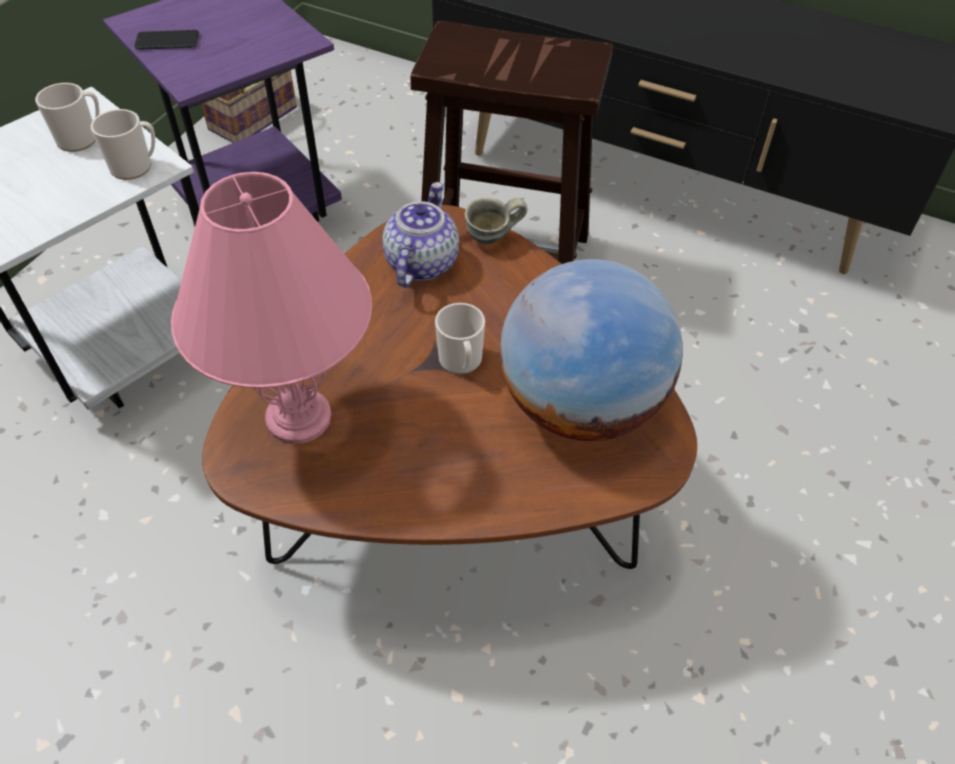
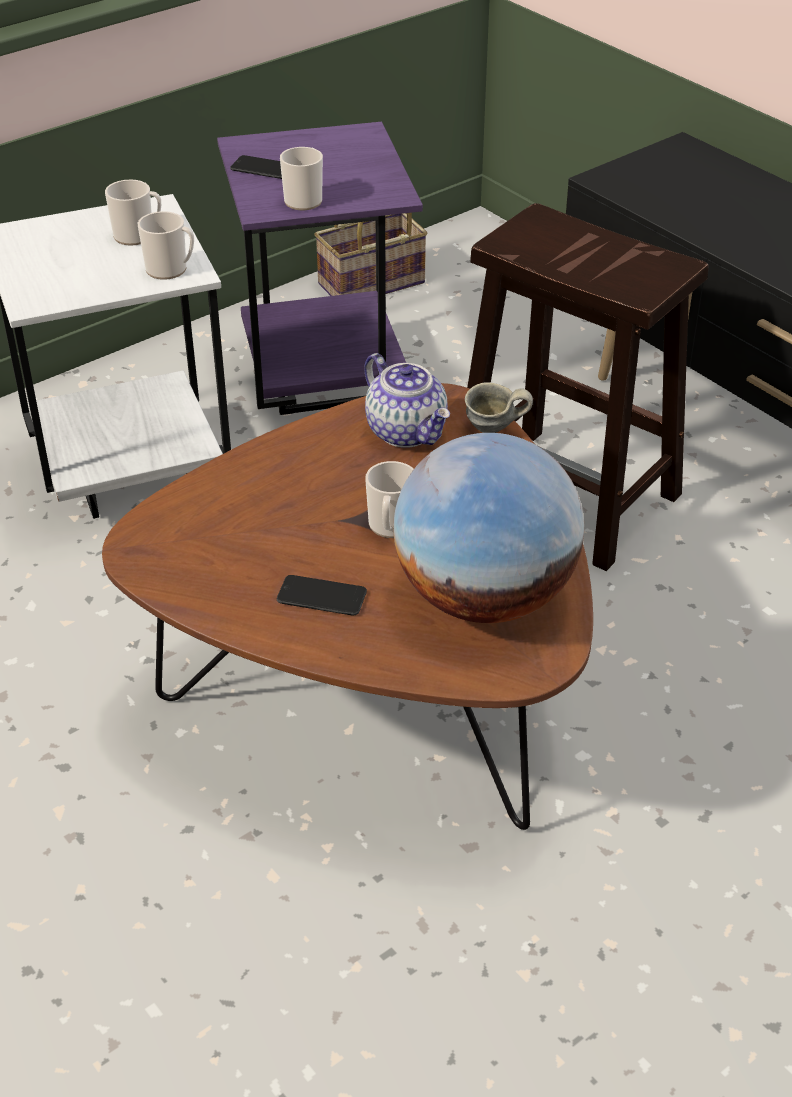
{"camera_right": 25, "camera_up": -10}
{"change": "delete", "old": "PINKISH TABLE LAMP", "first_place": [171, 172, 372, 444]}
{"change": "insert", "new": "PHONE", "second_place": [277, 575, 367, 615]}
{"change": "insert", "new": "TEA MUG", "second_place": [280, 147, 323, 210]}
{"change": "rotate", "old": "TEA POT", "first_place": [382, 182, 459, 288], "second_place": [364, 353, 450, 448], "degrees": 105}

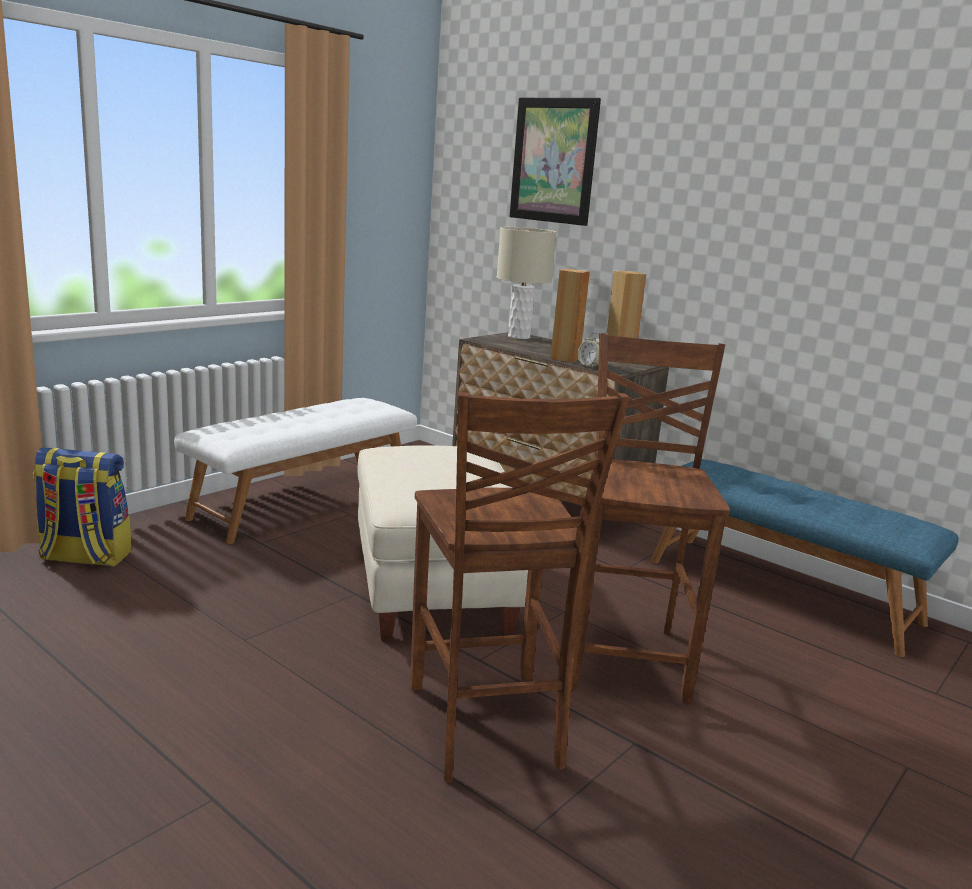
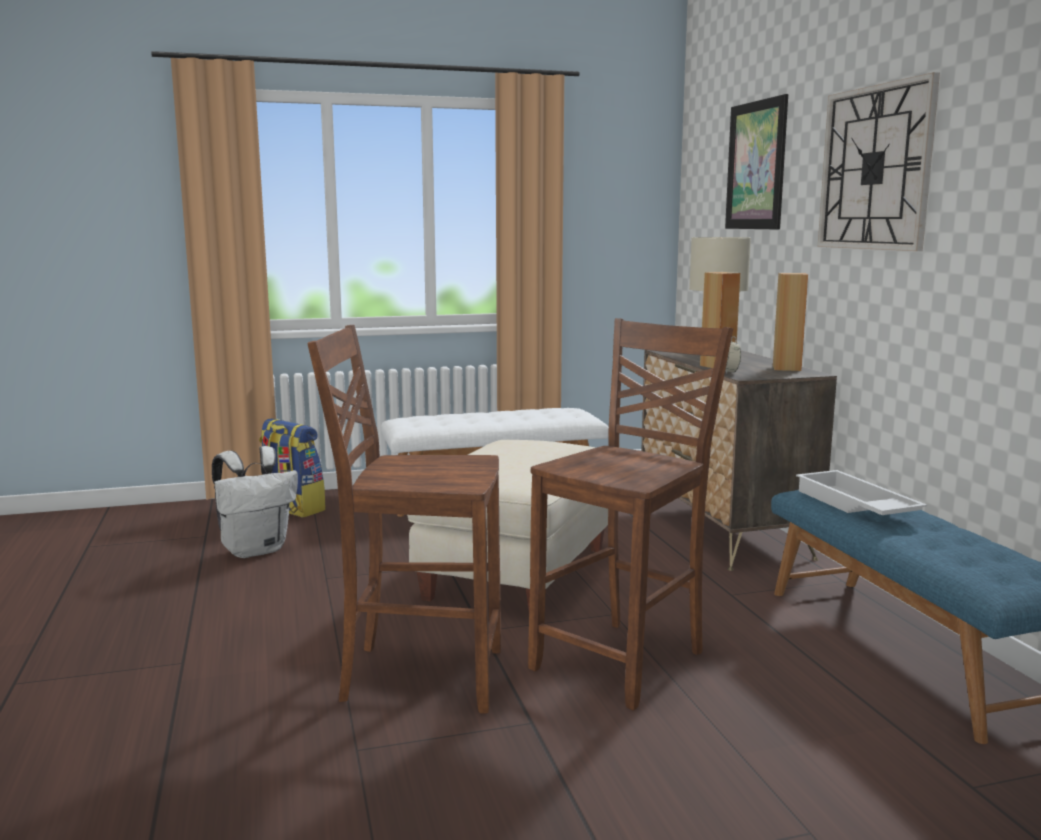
{"camera_right": 35, "camera_up": -5}
{"change": "insert", "new": "WHITISH KNAPSACK", "second_place": [212, 446, 298, 558]}
{"change": "insert", "new": "WHITISH TRAY", "second_place": [796, 470, 927, 515]}
{"change": "insert", "new": "WALL CLOCK", "second_place": [818, 72, 940, 251]}
{"change": "rotate", "old": "BROWN PLAIN CHAIR", "first_place": [410, 392, 630, 782], "second_place": [307, 325, 501, 713], "degrees": 75}

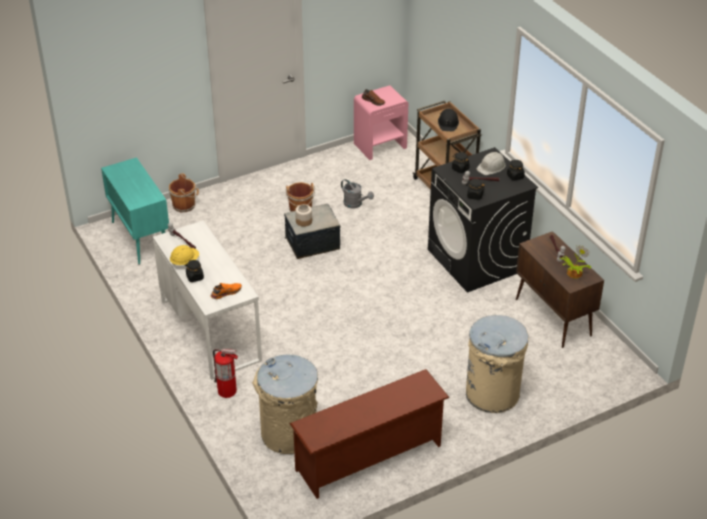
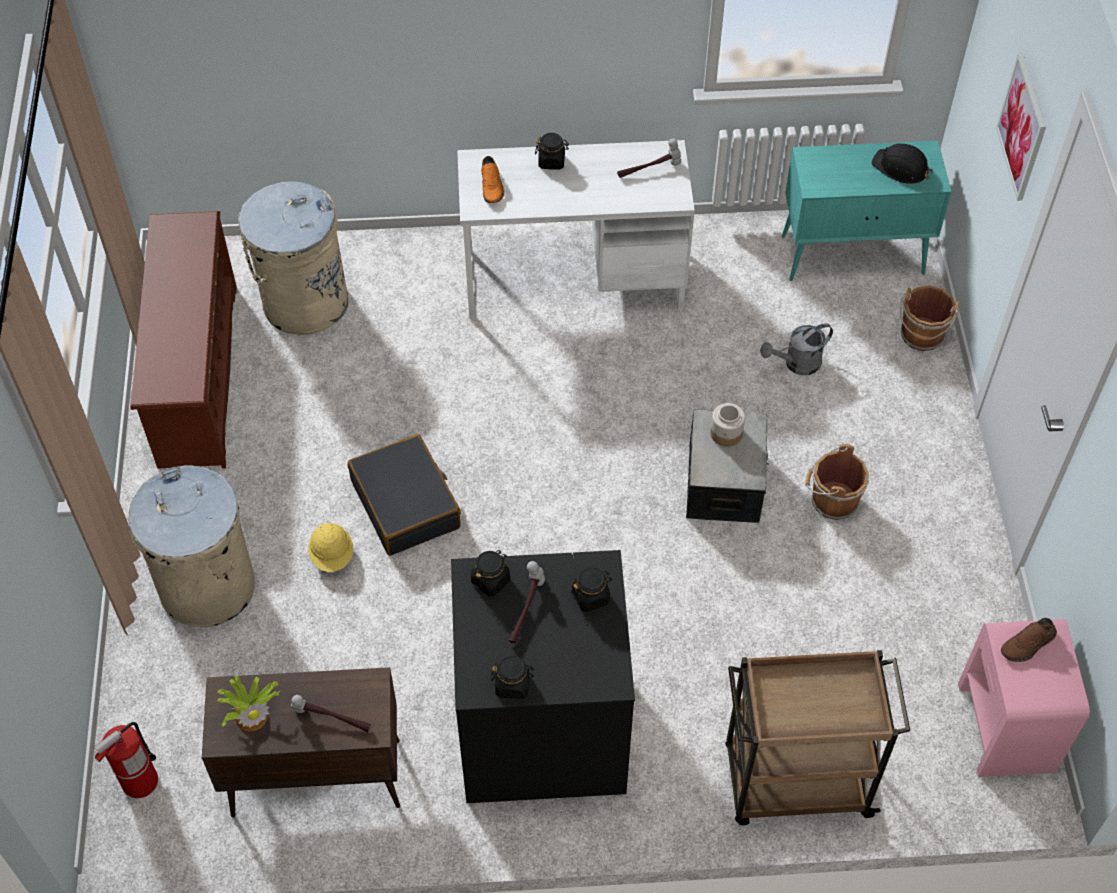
{"camera_right": 115, "camera_up": 15}
{"change": "delete", "old": "WHITISH WORK HELMET", "first_place": [477, 152, 505, 175]}
{"change": "insert", "new": "BLACK SUITCASE", "second_place": [347, 434, 461, 556]}
{"change": "insert", "new": "WALL ART", "second_place": [996, 53, 1046, 201]}
{"change": "move", "old": "YELLOWISH WORK HELMET", "first_place": [170, 245, 199, 267], "second_place": [308, 523, 353, 572]}
{"change": "move", "old": "FIRE EXTINGUISHER", "first_place": [213, 349, 238, 398], "second_place": [93, 722, 158, 798]}
{"change": "move", "old": "GREY SPRINKLING CAN", "first_place": [341, 179, 374, 208], "second_place": [760, 323, 833, 375]}
{"change": "move", "old": "BLACK WORK HELMET", "first_place": [438, 109, 459, 131], "second_place": [871, 144, 933, 184]}

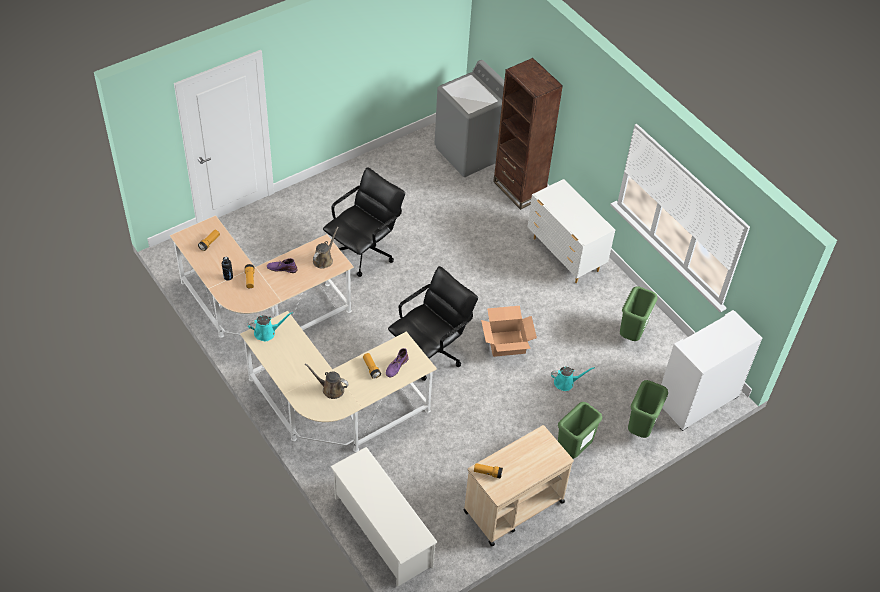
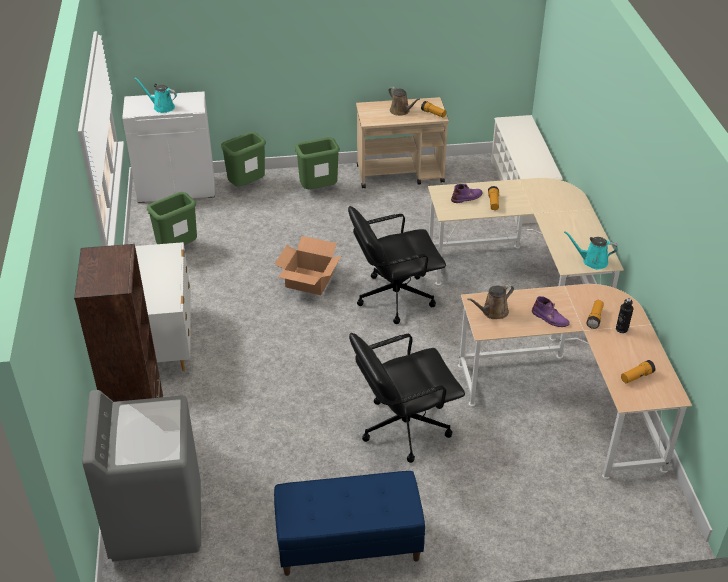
{"camera_right": -150, "camera_up": -10}
{"change": "insert", "new": "BLUE LONG SEAT", "second_place": [274, 471, 425, 576]}
{"change": "move", "old": "BROWN SPRINKLING CAN", "first_place": [305, 363, 349, 399], "second_place": [388, 87, 420, 116]}
{"change": "move", "old": "BLUE-GREEN SPRINKLING CAN", "first_place": [551, 367, 595, 391], "second_place": [134, 78, 177, 113]}

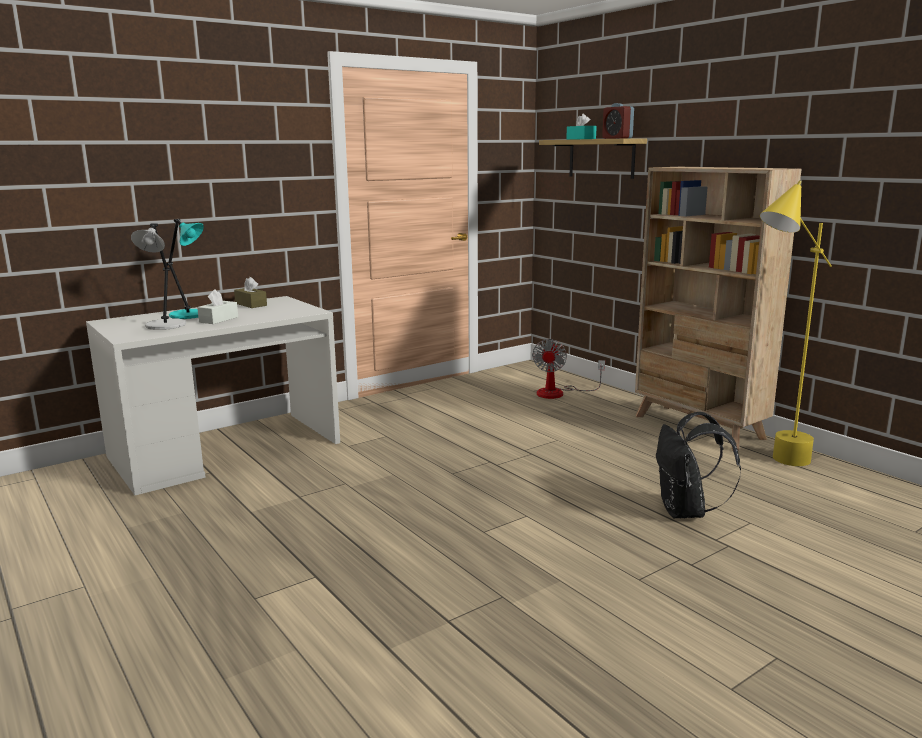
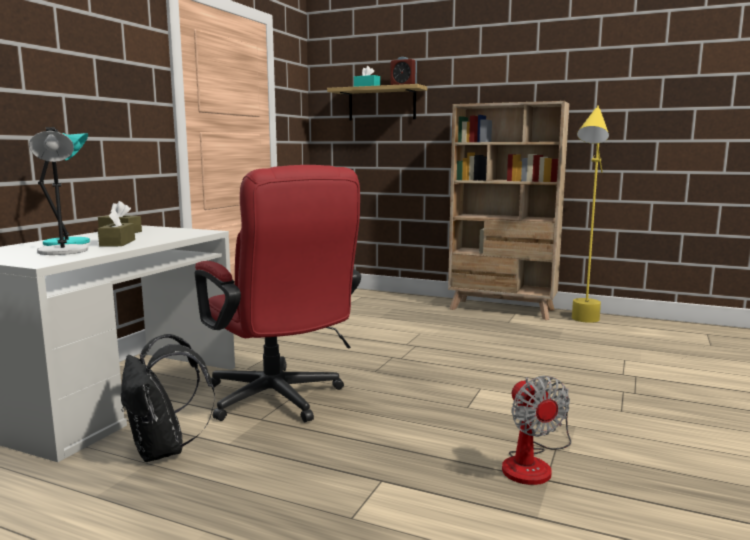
{"camera_right": -30, "camera_up": -5}
{"change": "insert", "new": "REDDISH DESK CHAIR", "second_place": [195, 165, 361, 422]}
{"change": "move", "old": "FAN", "first_place": [532, 339, 605, 399], "second_place": [502, 376, 571, 485]}
{"change": "move", "old": "BLACK KNAPSACK", "first_place": [656, 412, 741, 518], "second_place": [121, 334, 215, 462]}
{"change": "recolor", "old": "WHITISH TISSUE BOX", "new": "BROWN TISSUE BOX", "first_place": [197, 289, 238, 324], "second_place": [98, 208, 135, 247]}

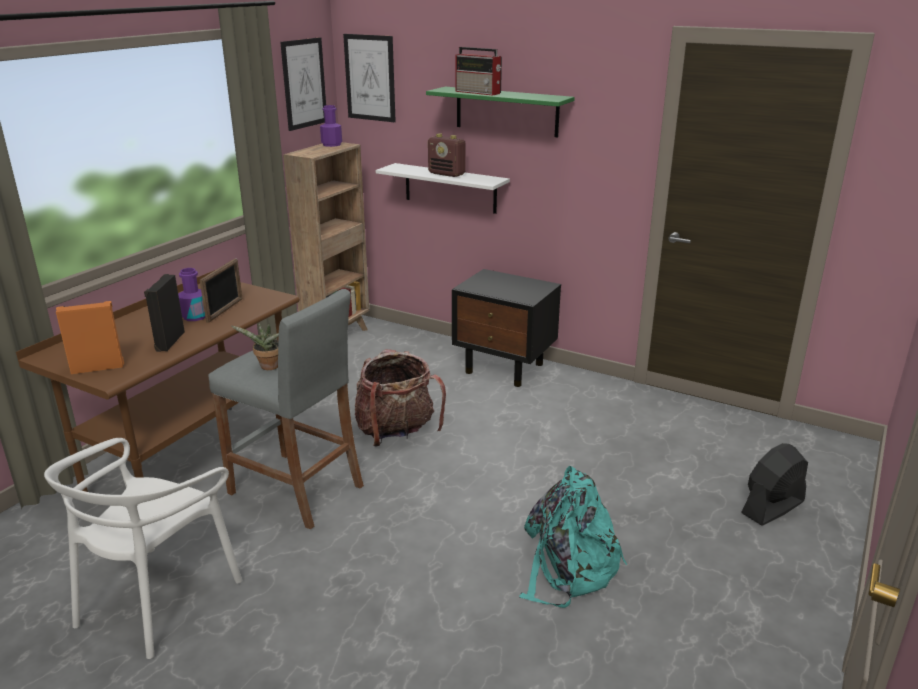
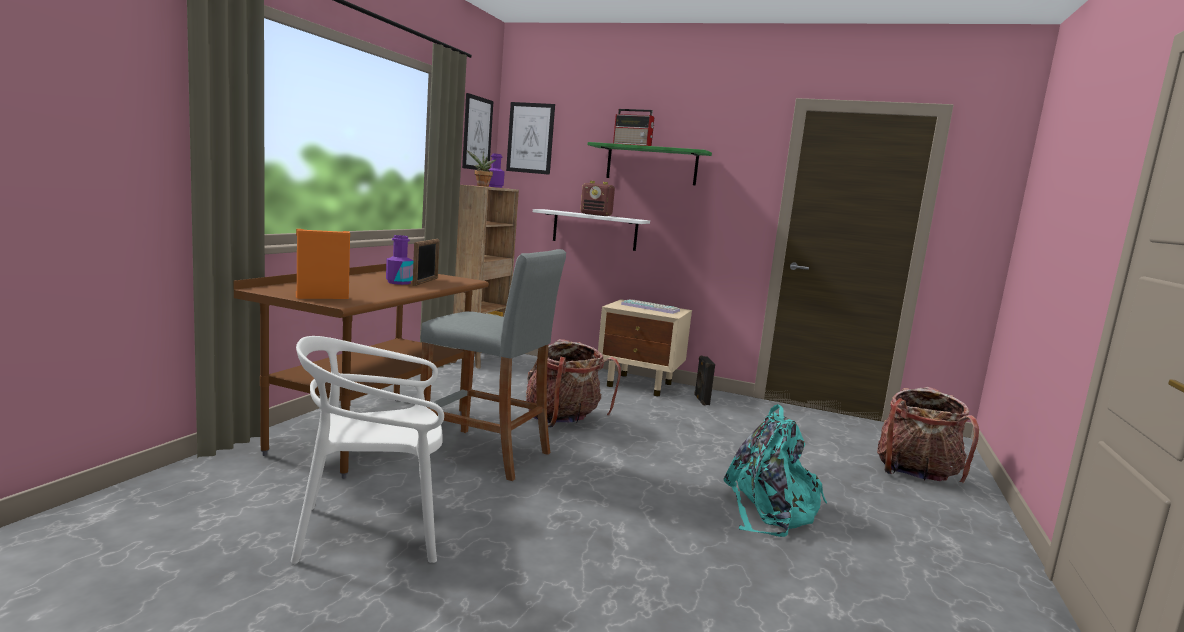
{"camera_right": -10, "camera_up": -15}
{"change": "insert", "new": "PC KEYBOARD", "second_place": [621, 299, 680, 314]}
{"change": "move", "old": "BLACK SPEAKER", "first_place": [144, 274, 185, 352], "second_place": [694, 356, 715, 405]}
{"change": "move", "old": "PLANT IN A POT", "first_place": [231, 323, 279, 370], "second_place": [467, 150, 497, 187]}
{"change": "replace", "old": "BLACK FAN", "new": "KNAPSACK", "first_place": [741, 443, 808, 526], "second_place": [877, 387, 979, 483]}
{"change": "recolor", "old": "BLACK NIGHT TABLE", "new": "BEIGE-COLOURED NIGHT TABLE", "first_place": [452, 269, 561, 387], "second_place": [598, 299, 692, 396]}
{"change": "rotate", "old": "WHITISH PLAIN CHAIR", "first_place": [44, 438, 242, 659], "second_place": [291, 336, 444, 564], "degrees": 60}

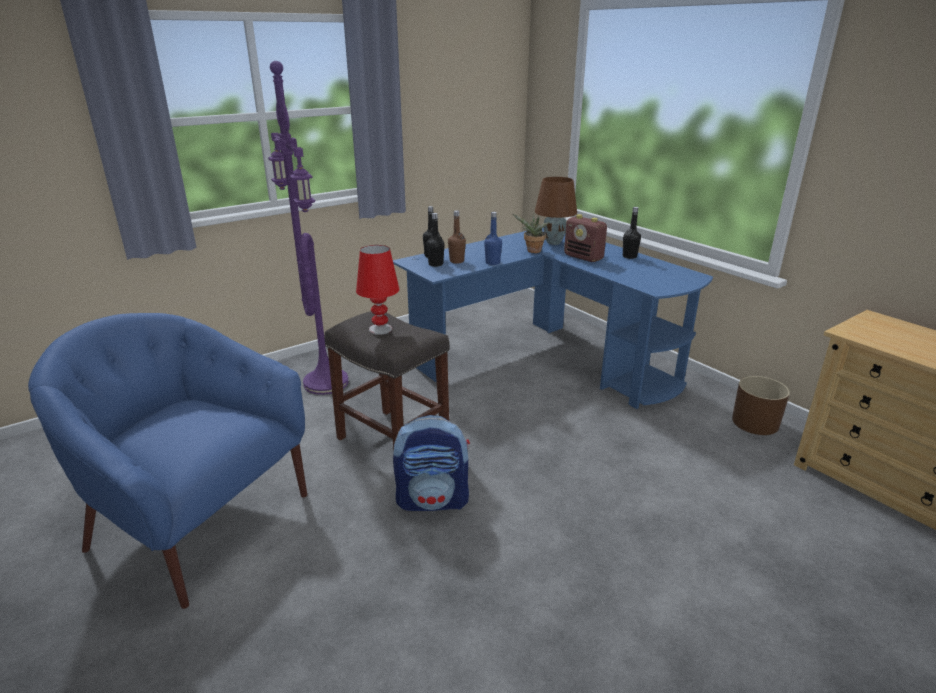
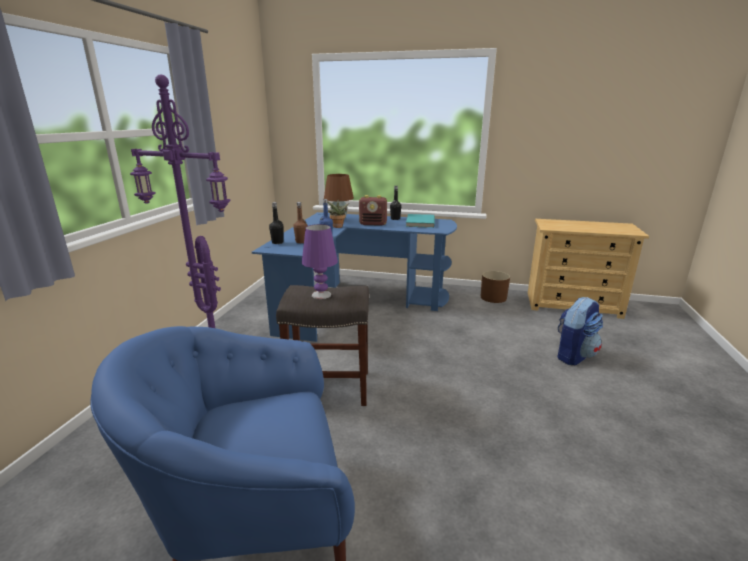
{"camera_right": -40, "camera_up": -5}
{"change": "delete", "old": "BLACK DRINK BOTTLE", "first_place": [426, 213, 445, 267]}
{"change": "insert", "new": "BLUE-GREEN BOOK", "second_place": [406, 214, 435, 228]}
{"change": "move", "old": "KNAPSACK", "first_place": [393, 415, 470, 511], "second_place": [557, 297, 603, 365]}
{"change": "recolor", "old": "REDDISH TABLE LAMP", "new": "PURPLISH TABLE LAMP", "first_place": [356, 245, 399, 335], "second_place": [302, 224, 338, 299]}

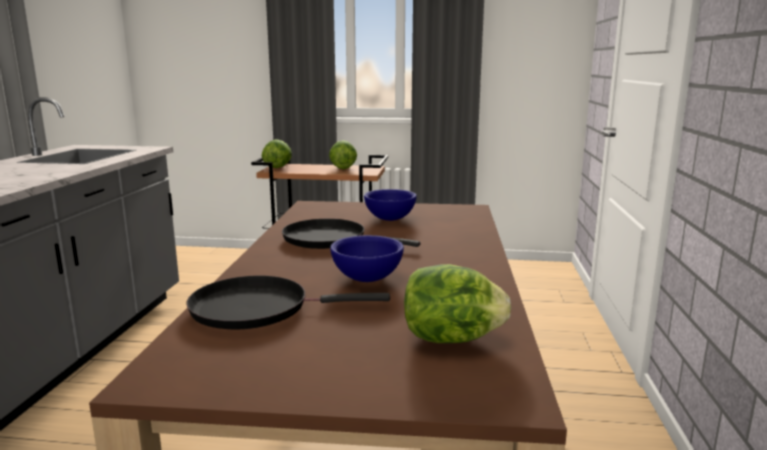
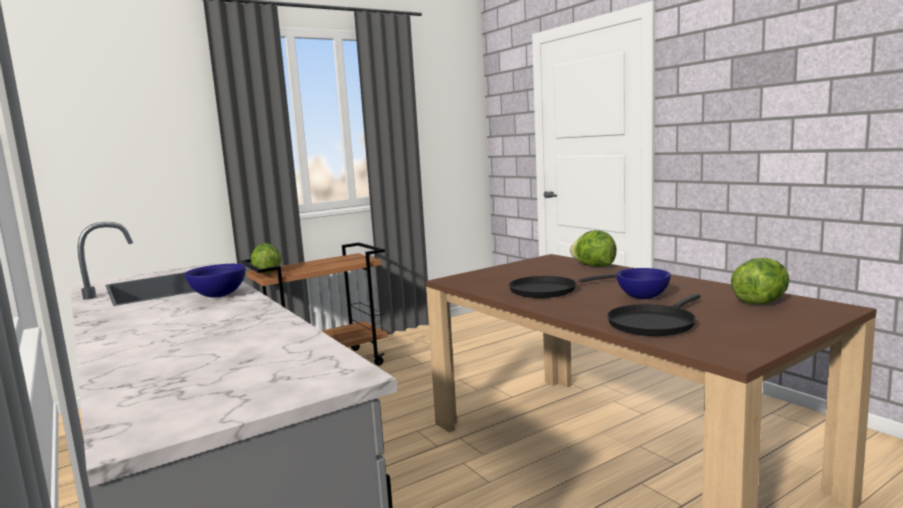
{"camera_right": -40, "camera_up": -5}
{"change": "move", "old": "LETTUCE", "first_place": [329, 140, 357, 169], "second_place": [570, 230, 617, 267]}
{"change": "move", "old": "BLUE DEEP DISH", "first_place": [364, 189, 417, 221], "second_place": [185, 264, 245, 298]}

